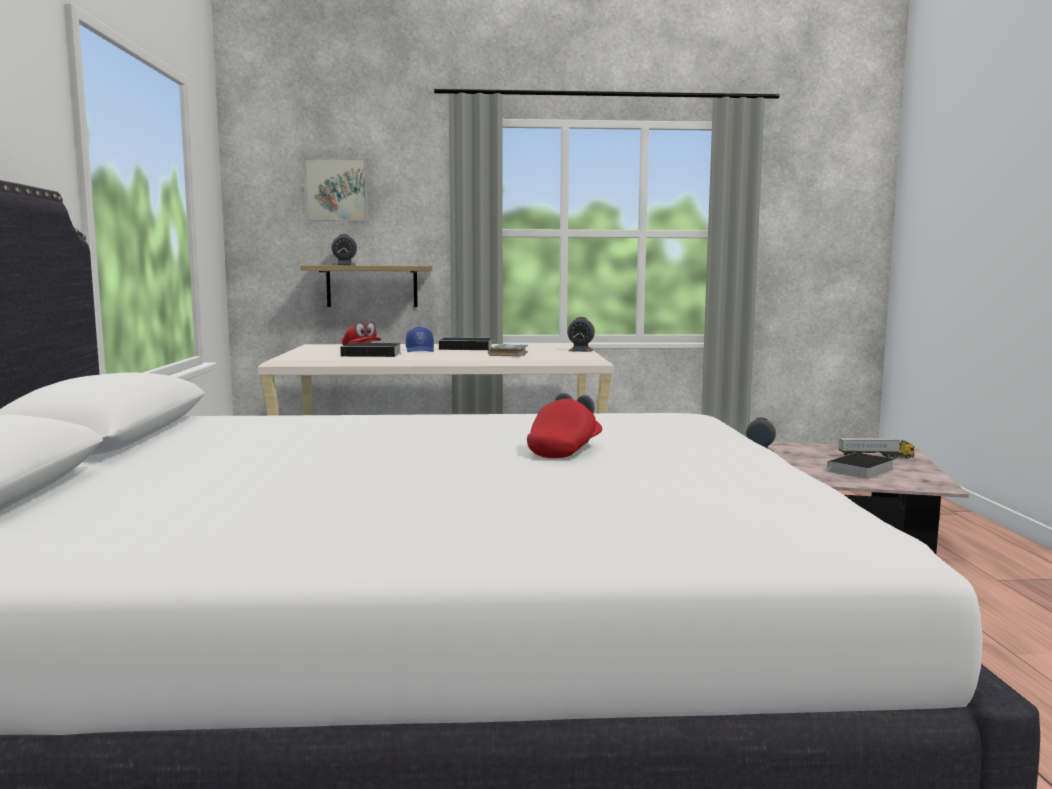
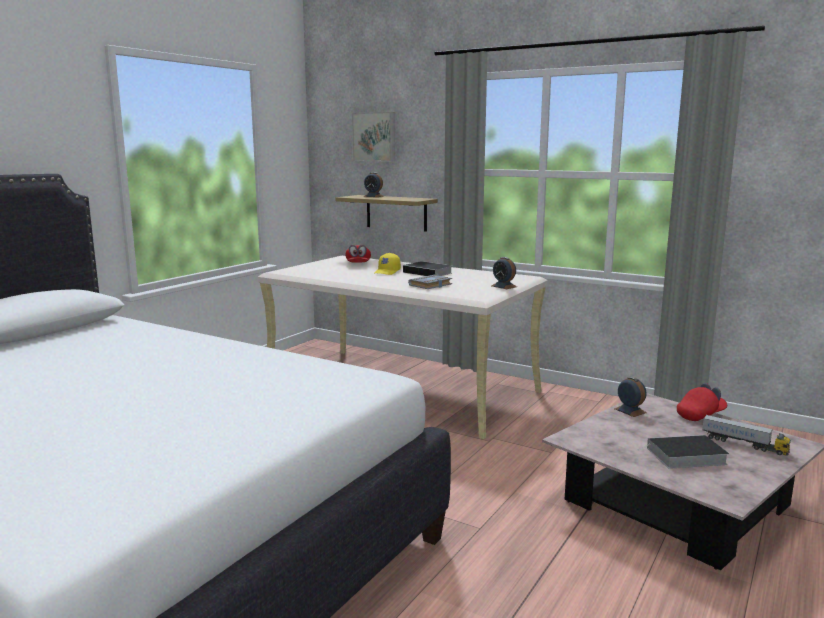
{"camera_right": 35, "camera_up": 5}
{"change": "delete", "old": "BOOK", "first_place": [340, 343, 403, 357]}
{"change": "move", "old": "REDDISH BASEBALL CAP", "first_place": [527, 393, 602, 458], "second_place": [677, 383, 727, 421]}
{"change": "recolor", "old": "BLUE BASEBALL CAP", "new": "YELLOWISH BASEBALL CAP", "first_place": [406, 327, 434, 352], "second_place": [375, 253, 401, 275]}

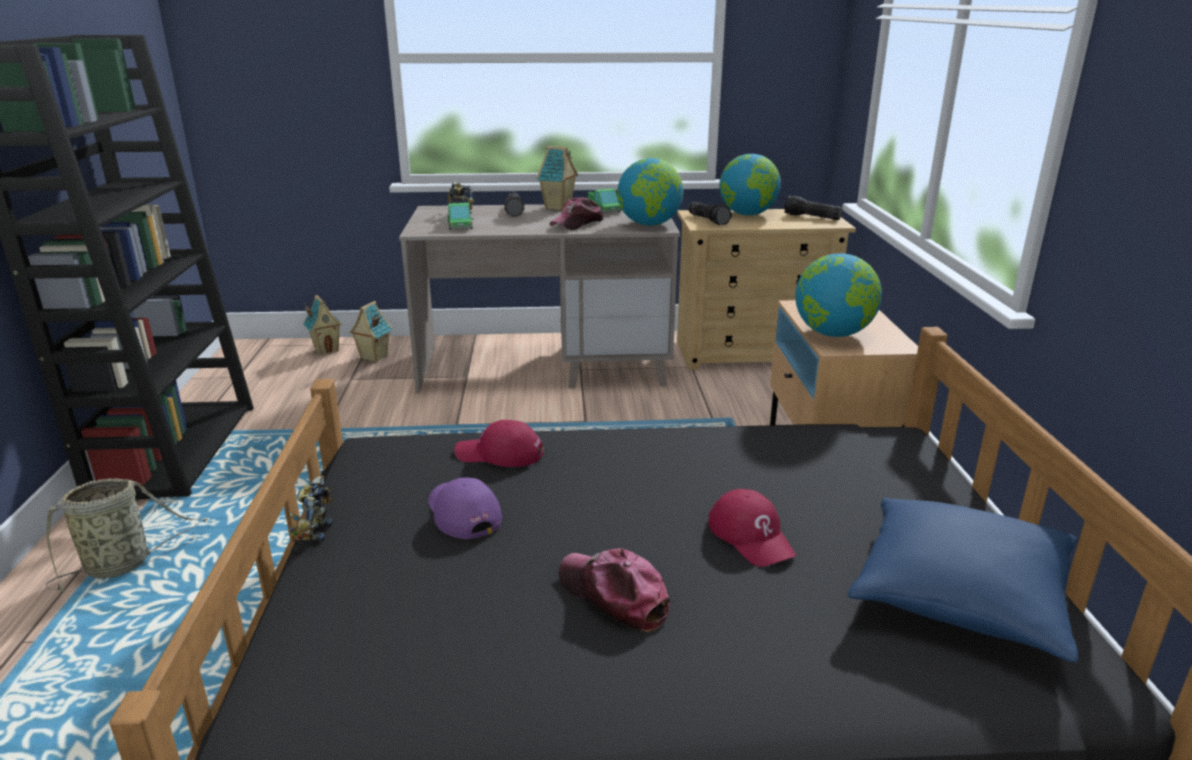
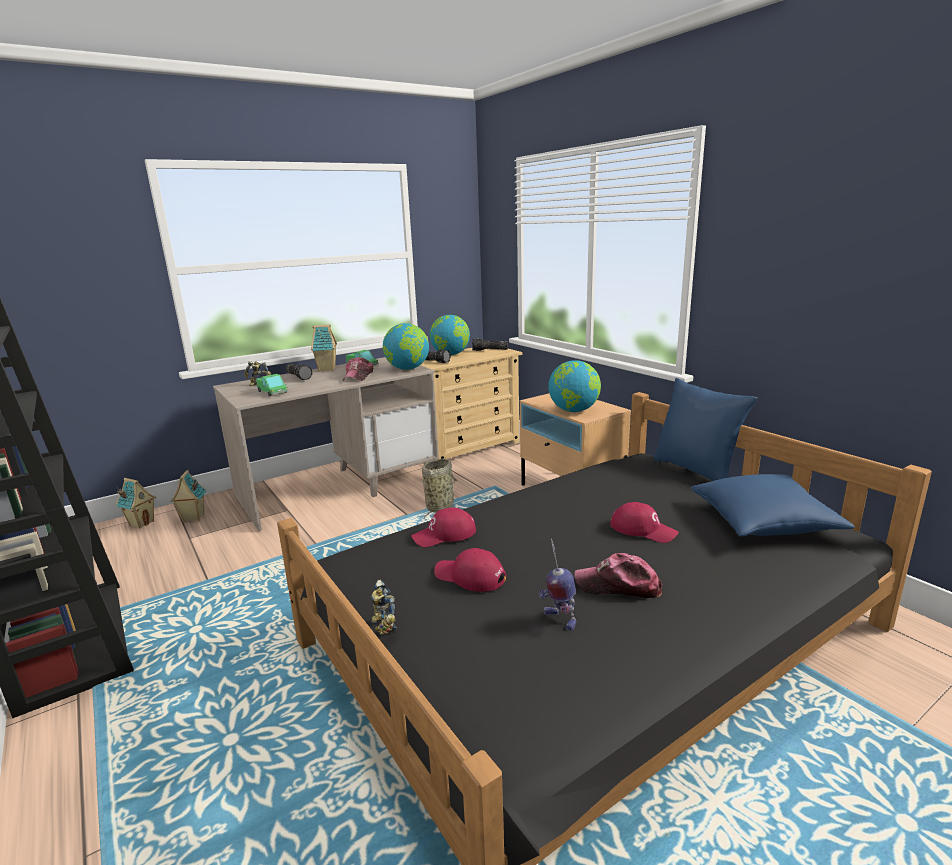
{"camera_right": -30, "camera_up": -5}
{"change": "insert", "new": "TOY ROBOT", "second_place": [539, 539, 576, 631]}
{"change": "insert", "new": "BLUE THROW PILLOW", "second_place": [653, 378, 757, 481]}
{"change": "move", "old": "HOUSEHOLD BASKET", "first_place": [46, 479, 208, 592], "second_place": [422, 458, 458, 520]}
{"change": "recolor", "old": "PURPLISH BASEBALL CAP", "new": "REDDISH BASEBALL CAP", "first_place": [428, 477, 502, 539], "second_place": [434, 548, 506, 592]}

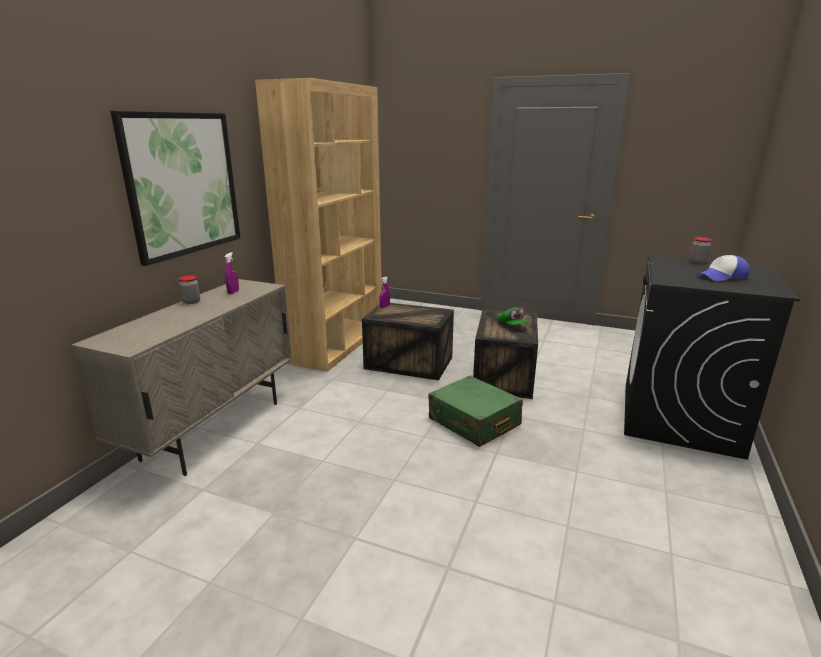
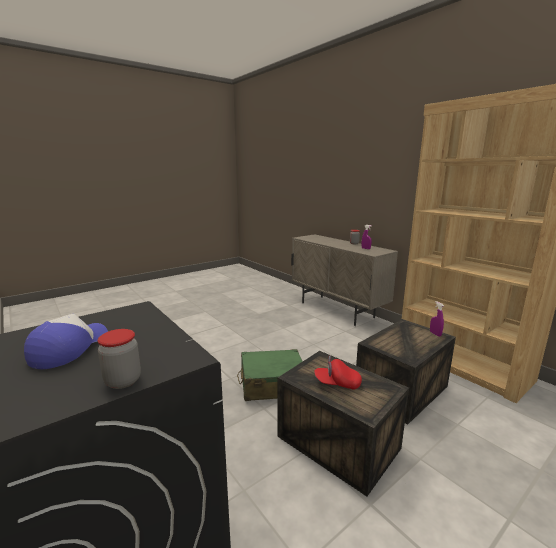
{"camera_right": 120, "camera_up": -5}
{"change": "delete", "old": "WALL ART", "first_place": [110, 111, 240, 266]}
{"change": "recolor", "old": "GREEN BASEBALL CAP", "new": "REDDISH BASEBALL CAP", "first_place": [497, 307, 528, 325], "second_place": [314, 356, 362, 390]}

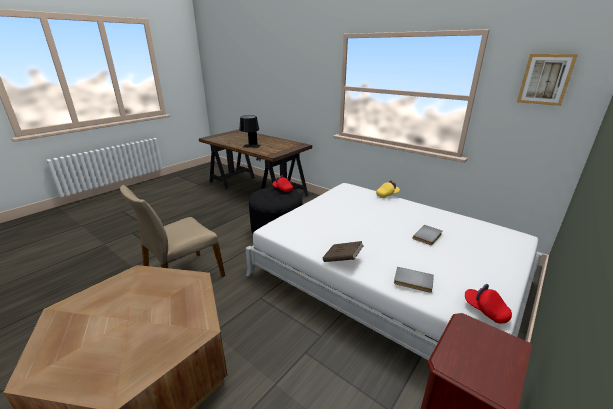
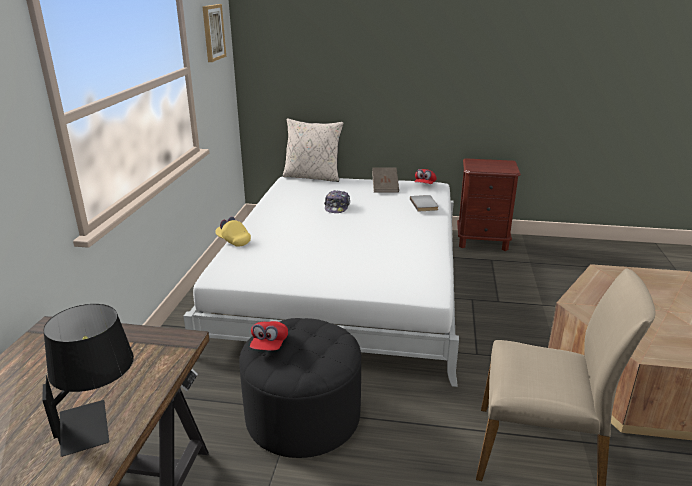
{"camera_right": -120, "camera_up": 0}
{"change": "insert", "new": "BEIGE-COLOURED THROW PILLOW", "second_place": [283, 118, 344, 182]}
{"change": "move", "old": "BROWN BOOK", "first_place": [323, 241, 364, 262], "second_place": [372, 167, 399, 193]}
{"change": "replace", "old": "GREY BOOK", "new": "BASEBALL CAP", "first_place": [413, 225, 442, 245], "second_place": [324, 190, 350, 213]}

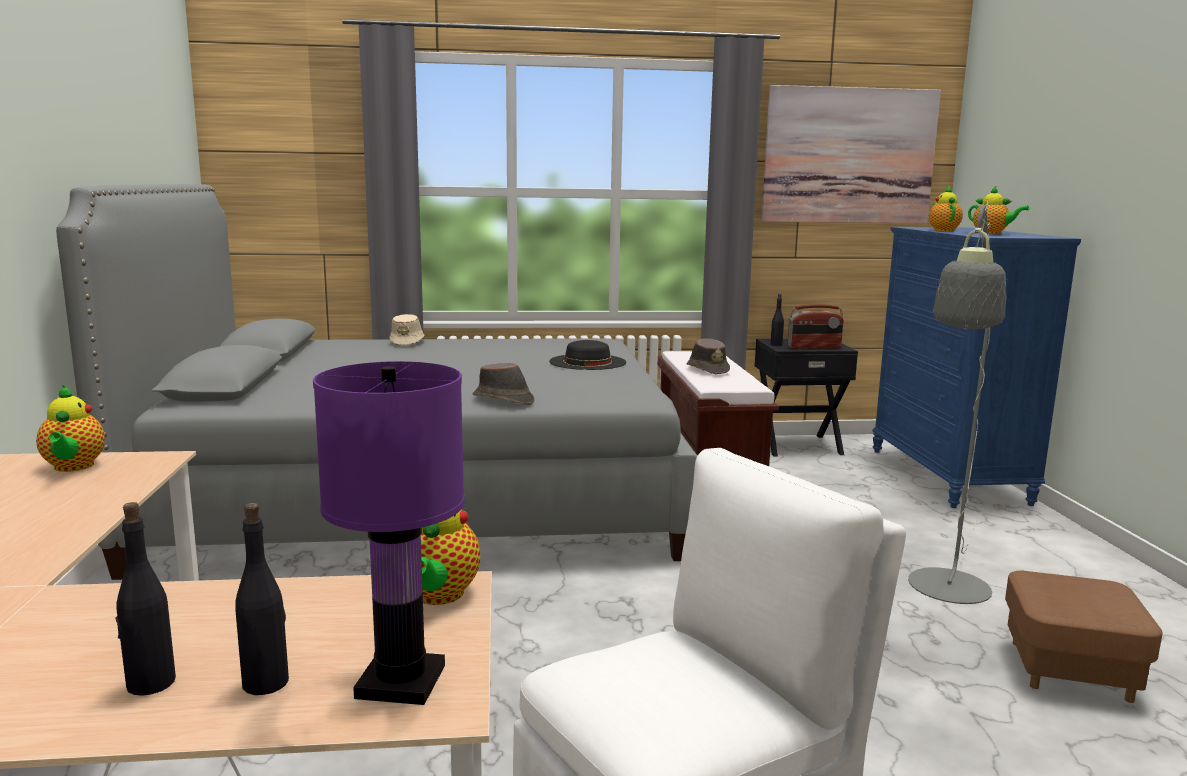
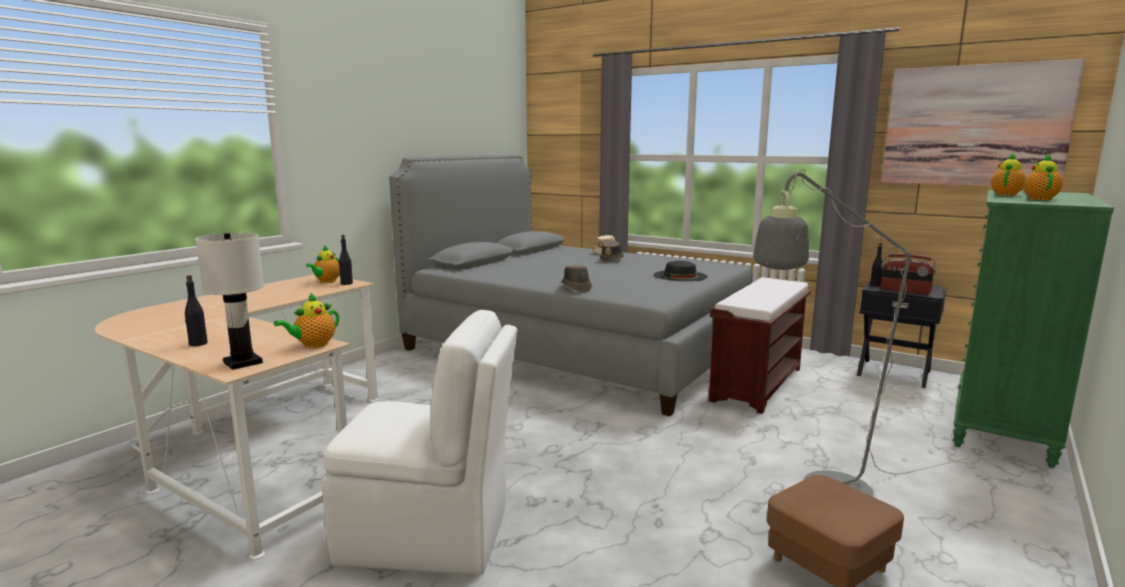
{"camera_right": 40, "camera_up": 0}
{"change": "move", "old": "BLACK DRINK BOTTLE", "first_place": [235, 503, 289, 695], "second_place": [339, 235, 353, 285]}
{"change": "move", "old": "BROWN CLOTHING HAT", "first_place": [686, 339, 730, 374], "second_place": [600, 241, 624, 262]}
{"change": "recolor", "old": "PURPLISH TABLE LAMP", "new": "WHITISH TABLE LAMP", "first_place": [313, 361, 465, 705], "second_place": [195, 233, 264, 370]}
{"change": "recolor", "old": "BLUE DRAWER CHEST", "new": "GREEN DRAWER CHEST", "first_place": [873, 227, 1081, 508], "second_place": [953, 190, 1114, 468]}
{"change": "rotate", "old": "TEA POT", "first_place": [968, 186, 1029, 234], "second_place": [1024, 153, 1063, 200], "degrees": -150}

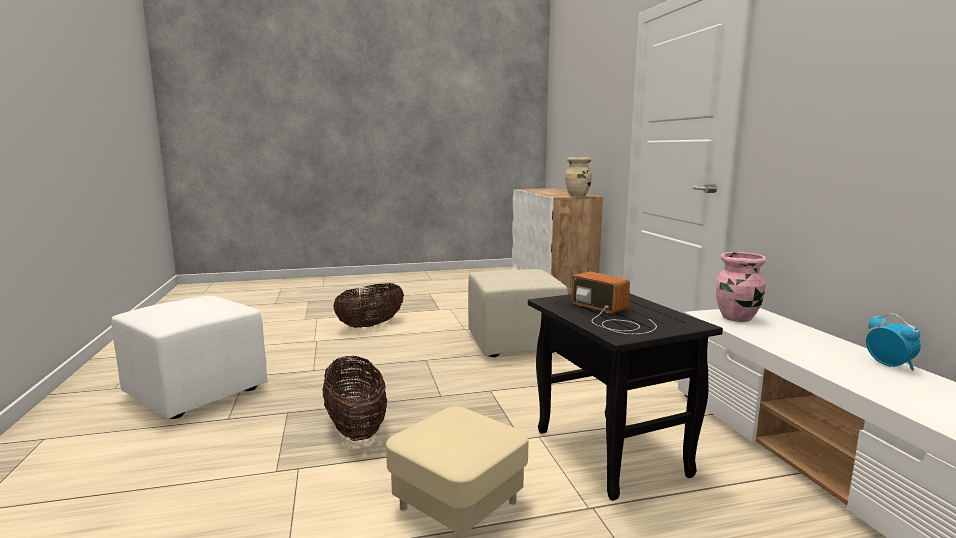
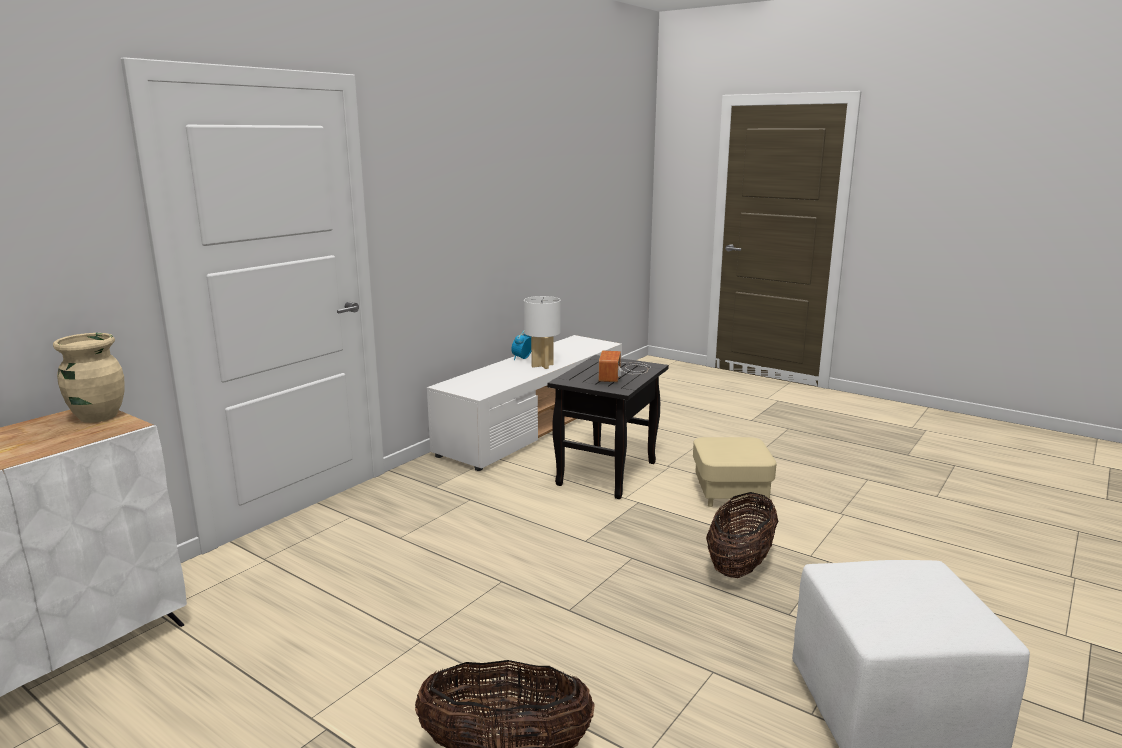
{"camera_right": -130, "camera_up": 5}
{"change": "delete", "old": "BEIGE-COLOURED POUFFE", "first_place": [468, 269, 568, 357]}
{"change": "delete", "old": "PINKISH DECORATIVE VASE", "first_place": [716, 252, 766, 322]}
{"change": "insert", "new": "WHITISH TABLE LAMP", "second_place": [524, 296, 561, 369]}

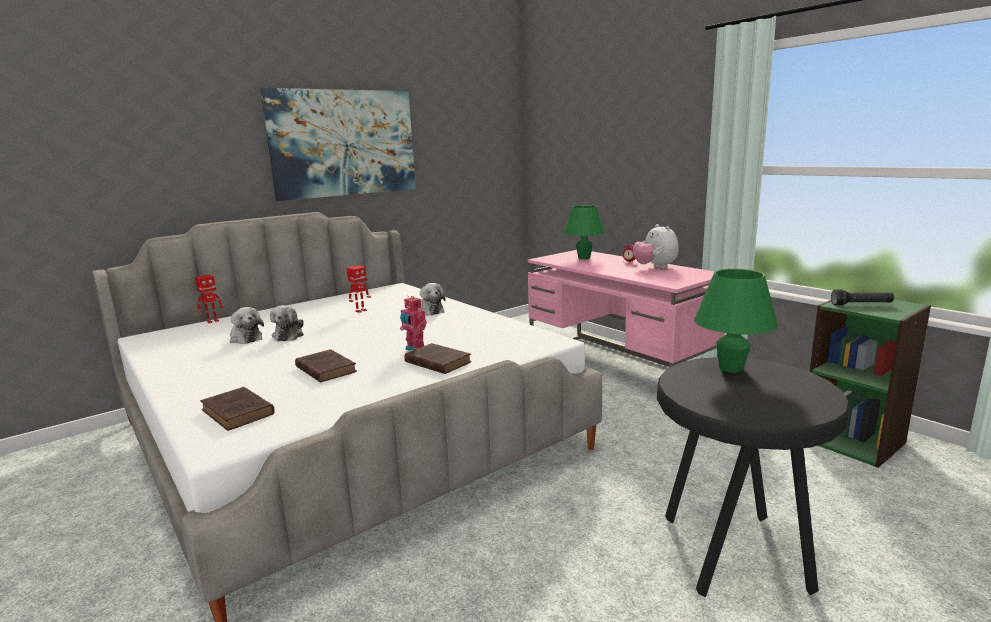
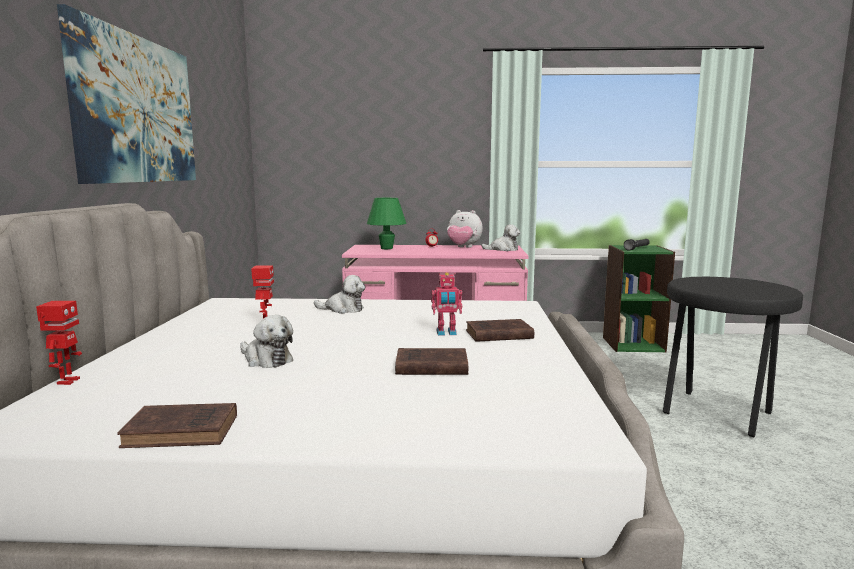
{"camera_right": -50, "camera_up": -5}
{"change": "delete", "old": "GREEN TABLE LAMP", "first_place": [694, 269, 778, 373]}
{"change": "move", "old": "BROWN BOOK", "first_place": [200, 387, 275, 431], "second_place": [117, 403, 237, 448]}
{"change": "move", "old": "CUDDLY TOY", "first_place": [230, 307, 264, 344], "second_place": [481, 224, 521, 251]}

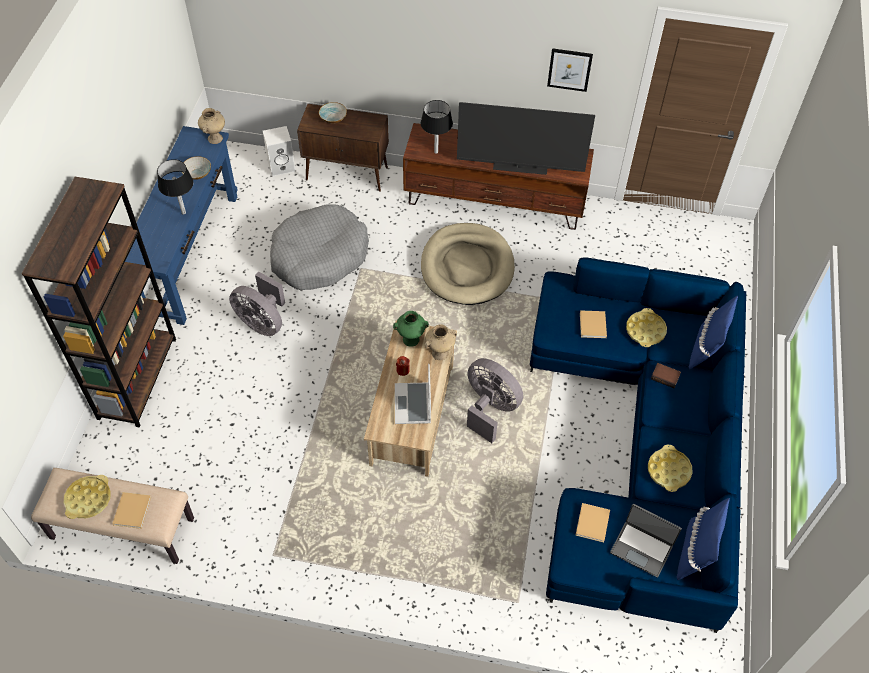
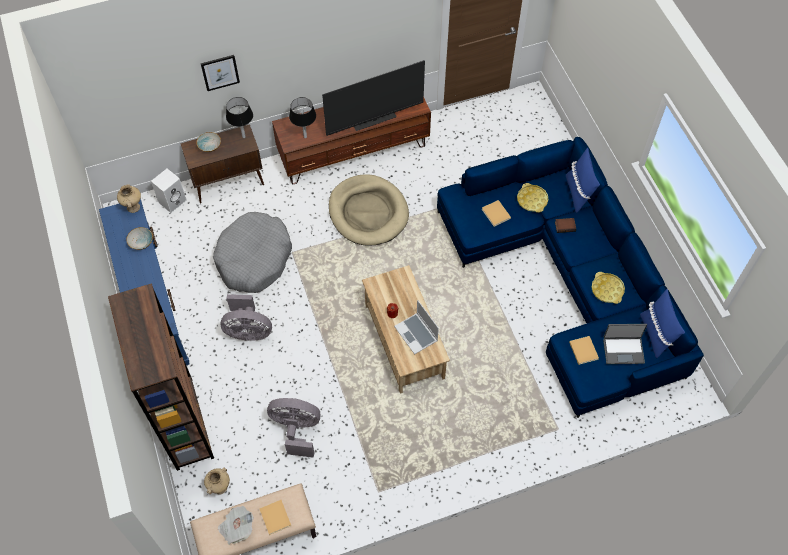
{"camera_right": -30, "camera_up": 5}
{"change": "delete", "old": "GREEN DECORATIVE VASE", "first_place": [393, 311, 429, 347]}
{"change": "move", "old": "BLACK TABLE LAMP", "first_place": [157, 159, 193, 215], "second_place": [226, 97, 253, 138]}
{"change": "move", "old": "BEIGE-COLOURED DECORATIVE VASE", "first_place": [424, 324, 457, 360], "second_place": [204, 468, 230, 495]}
{"change": "move", "old": "GREY FAN", "first_place": [467, 358, 523, 443], "second_place": [267, 398, 320, 458]}
{"change": "move", "old": "WALL ART", "first_place": [547, 48, 593, 92], "second_place": [201, 55, 240, 91]}
{"change": "replace", "old": "YELLOWISH TRAY", "new": "PRINTED PAPER", "first_place": [64, 475, 111, 519], "second_place": [218, 506, 254, 545]}

